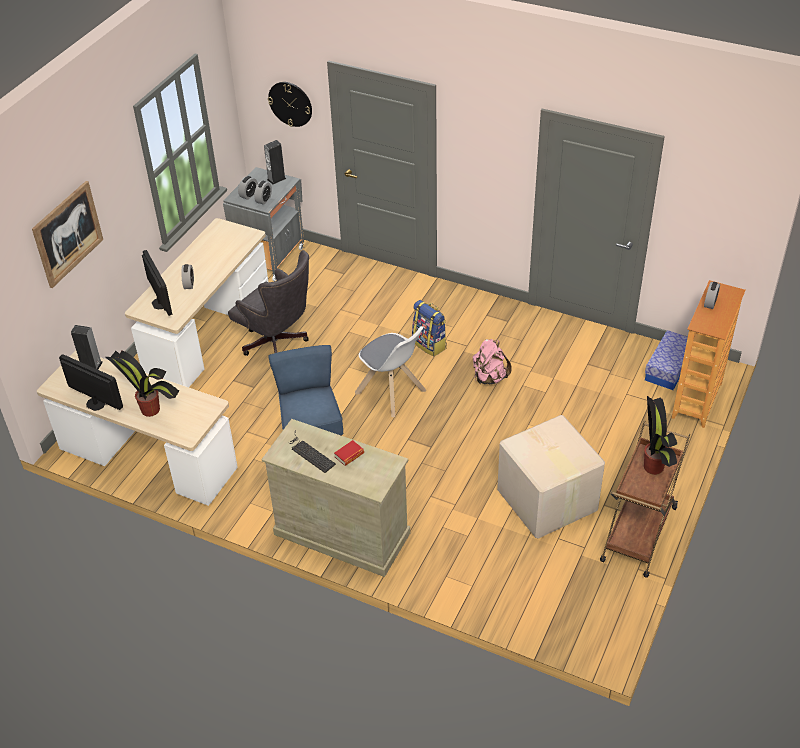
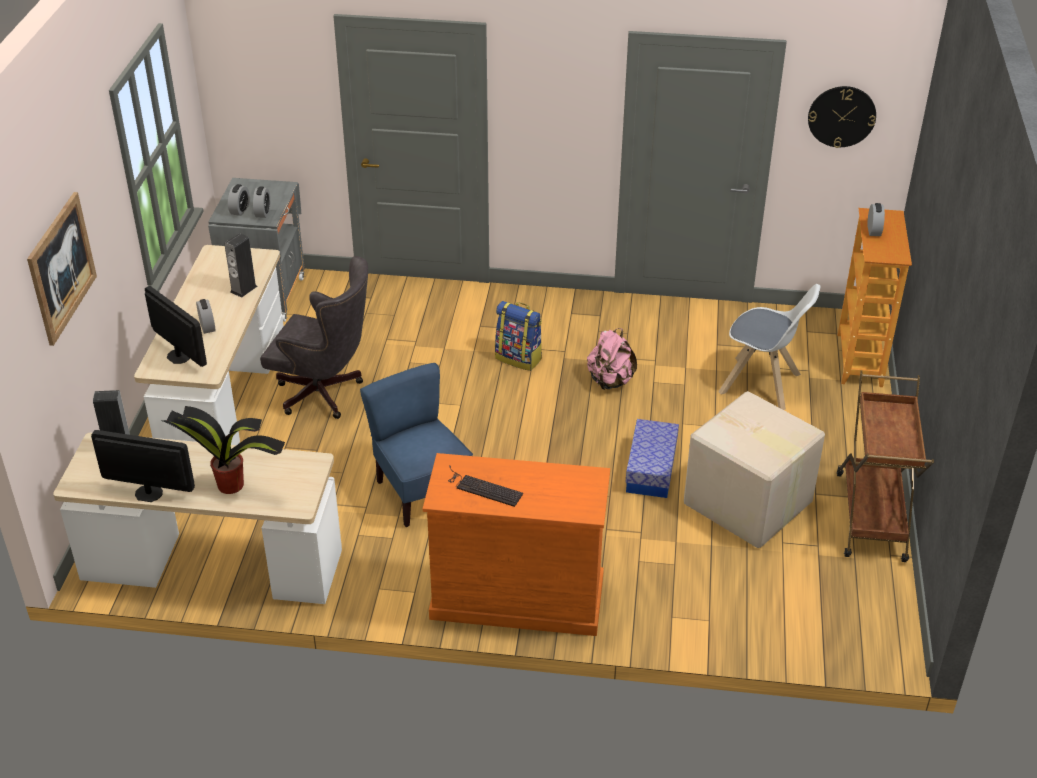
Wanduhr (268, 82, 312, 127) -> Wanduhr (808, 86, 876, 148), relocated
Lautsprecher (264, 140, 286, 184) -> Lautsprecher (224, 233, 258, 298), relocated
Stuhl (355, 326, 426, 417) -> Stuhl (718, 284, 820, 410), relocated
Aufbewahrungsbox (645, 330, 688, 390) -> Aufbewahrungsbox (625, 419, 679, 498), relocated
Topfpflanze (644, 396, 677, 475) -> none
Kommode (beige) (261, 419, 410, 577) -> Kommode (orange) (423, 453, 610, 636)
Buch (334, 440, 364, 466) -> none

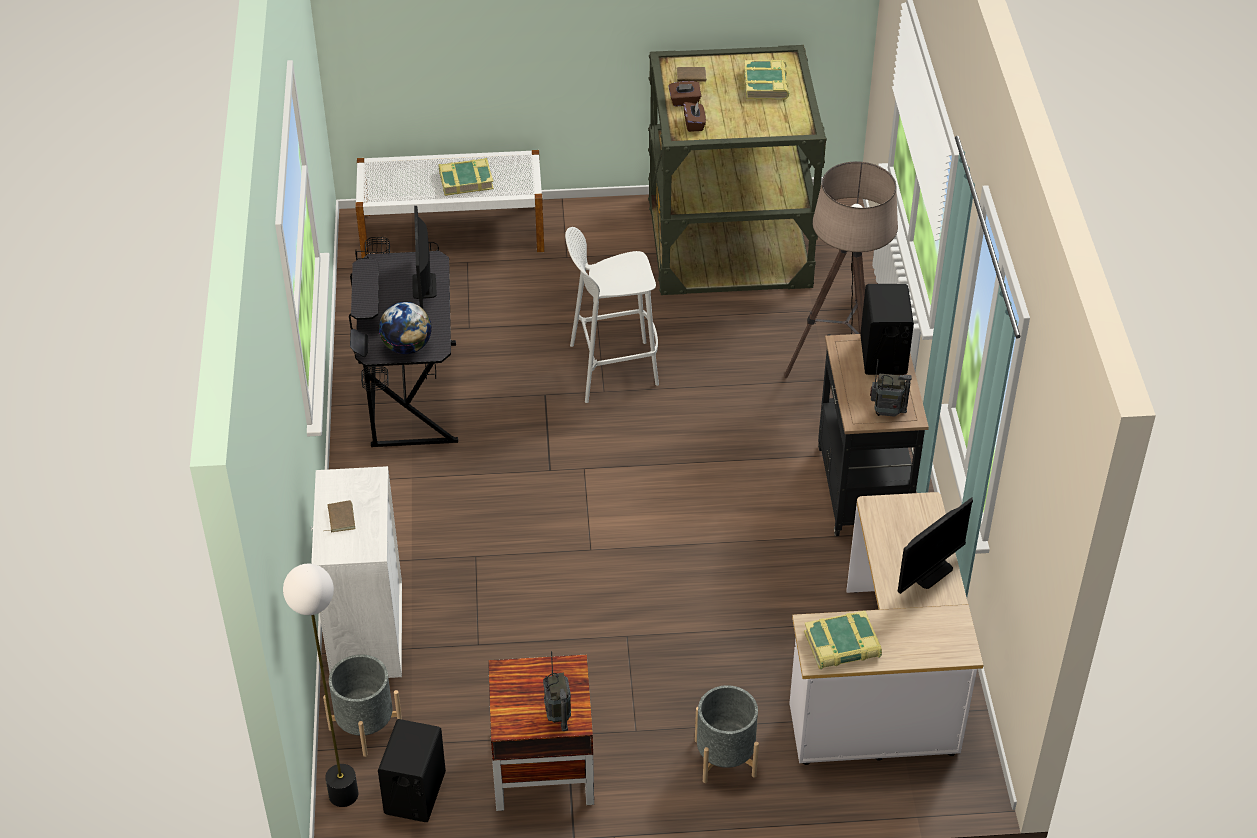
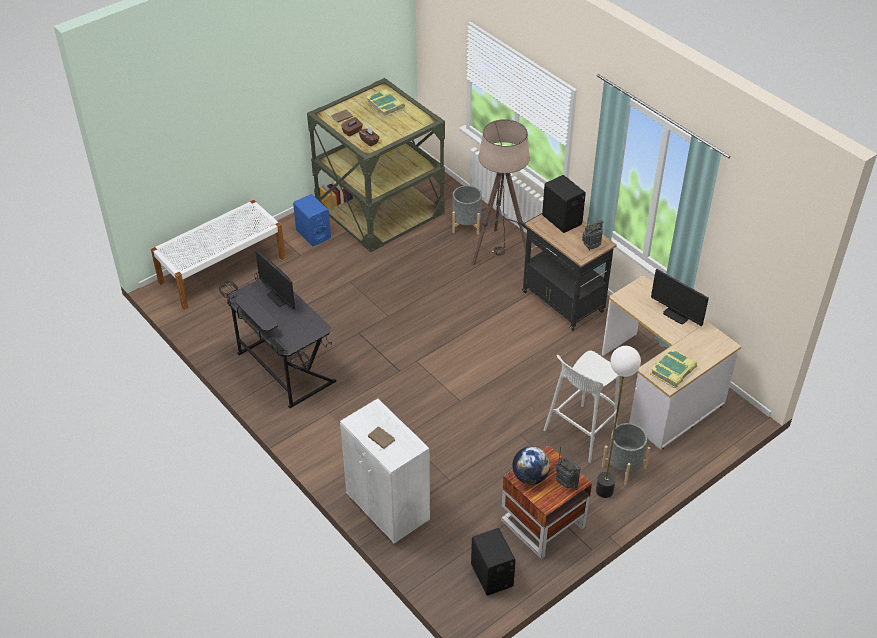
Buch (438, 158, 494, 196) -> none
Hocker (weiß) (565, 227, 659, 403) -> Hocker (weiß) (544, 351, 620, 463), relocated
Globus (379, 302, 432, 354) -> Globus (512, 447, 550, 485), relocated
Monitor (898, 497, 973, 594) -> Monitor (651, 269, 709, 326), 120 degrees clockwise
Stehlampe (283, 564, 358, 807) -> Stehlampe (596, 346, 641, 498), relocated
Pflanzkübel (grau) (323, 654, 402, 757) -> Pflanzkübel (grau) (452, 185, 482, 235), relocated
none -> Lautsprecher (blau) (293, 194, 331, 246)

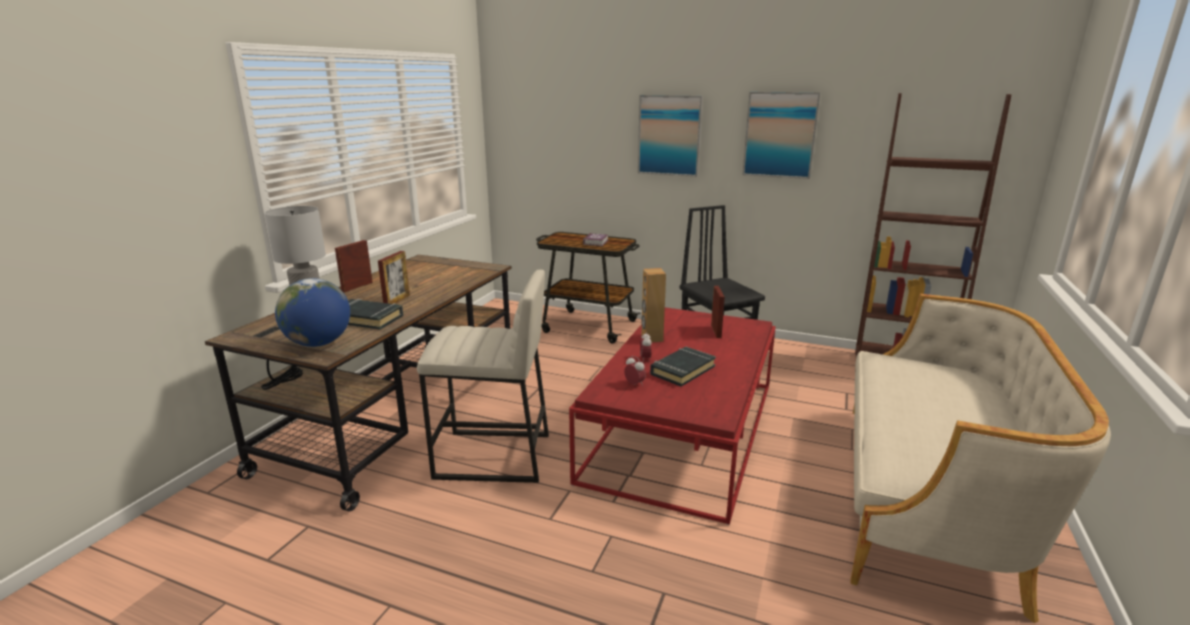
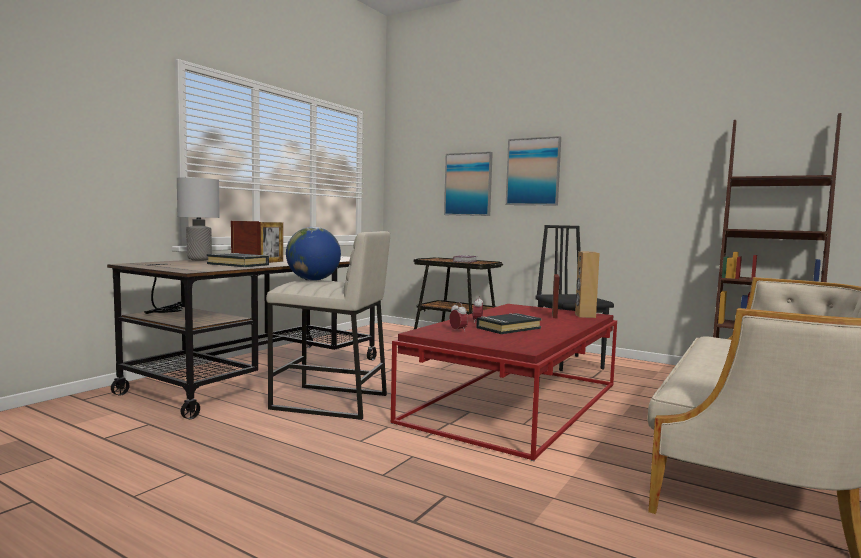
Bild (743, 92, 821, 179) -> Bild (444, 152, 493, 216), relocated
Lautsprecher (braun) (641, 268, 666, 342) -> Lautsprecher (braun) (575, 251, 600, 318), relocated
Globus (275, 278, 350, 347) -> Globus (286, 227, 341, 281), relocated

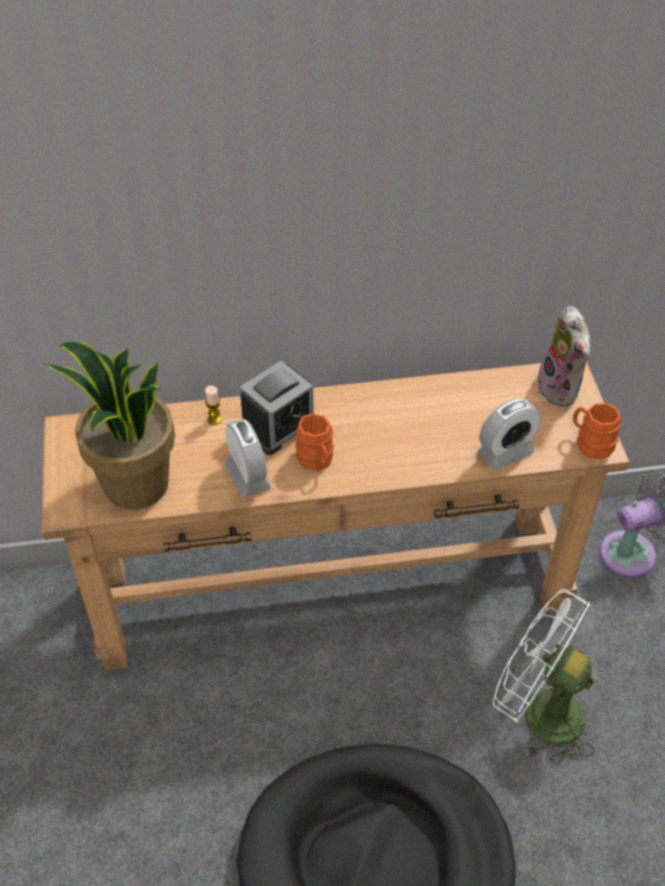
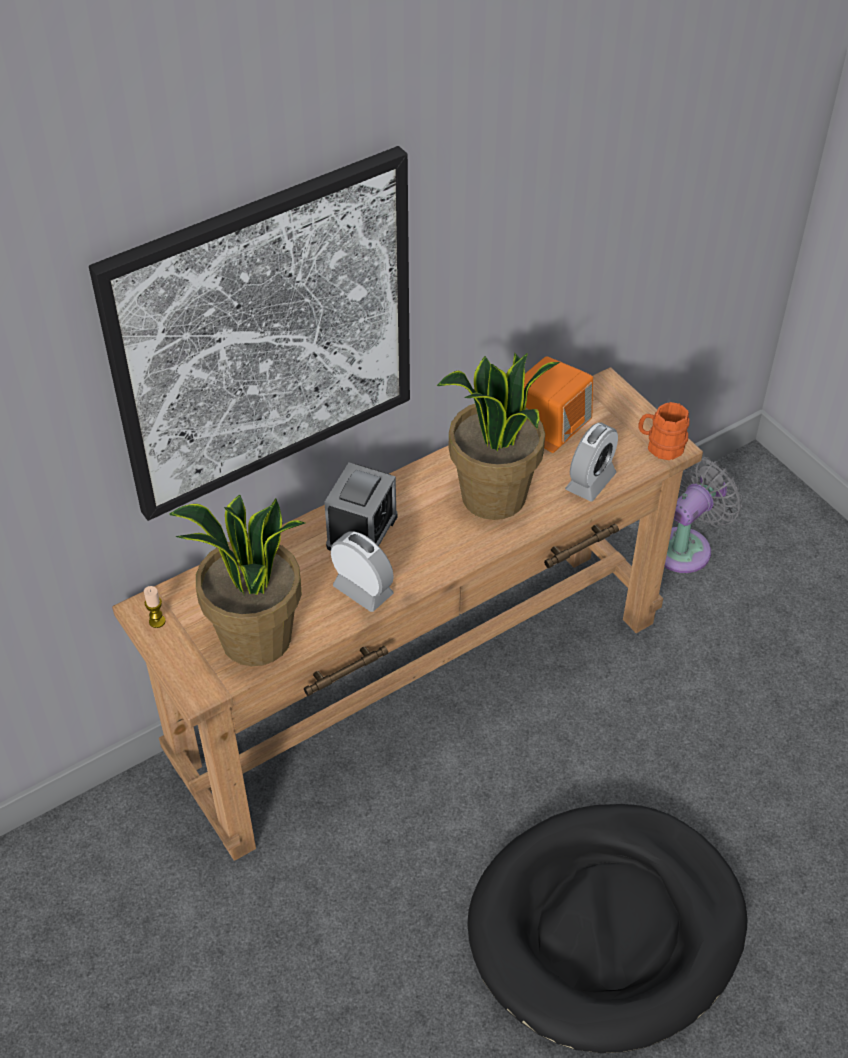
Plüschtier (538, 306, 591, 406) -> none
Kerze (205, 386, 222, 425) -> Kerze (144, 586, 166, 628), relocated
Henkelbecher (orange) (295, 413, 334, 471) -> none
Ventilator (weiß) (493, 589, 596, 765) -> none
none -> Bild (89, 146, 410, 521)
none -> Topfpflanze (437, 352, 560, 520)
none -> Lautsprecher (orange) (524, 356, 593, 453)

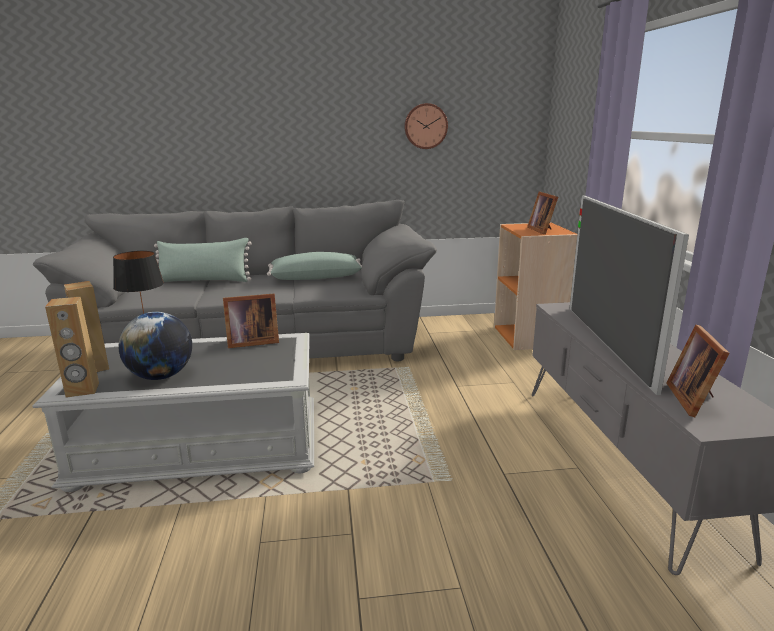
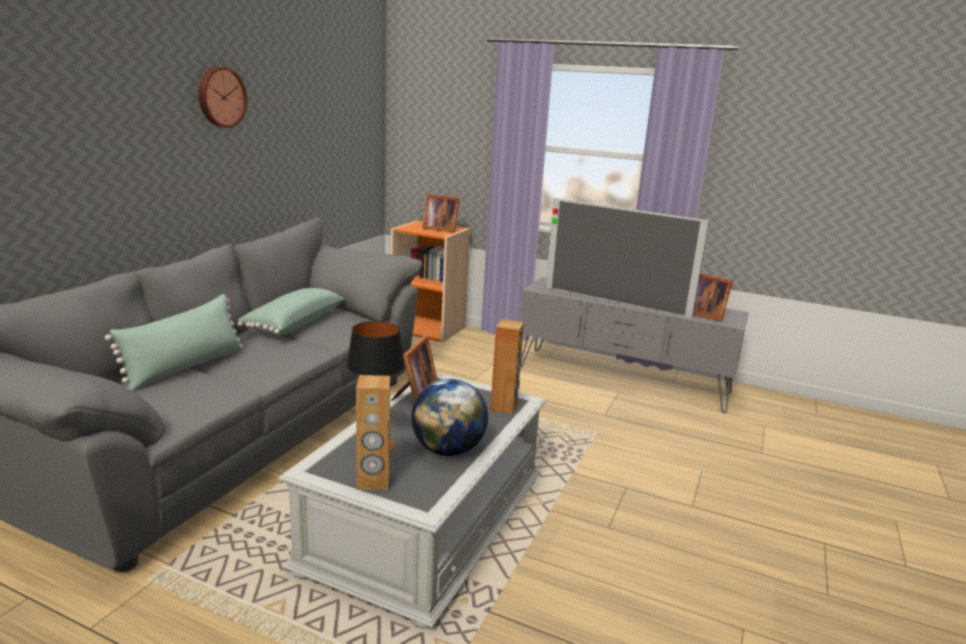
Wanduhr (404, 103, 448, 149) -> Wanduhr (199, 67, 247, 128), relocated
Lautsprecher (braun) (45, 297, 99, 398) -> Lautsprecher (braun) (490, 319, 524, 414), relocated

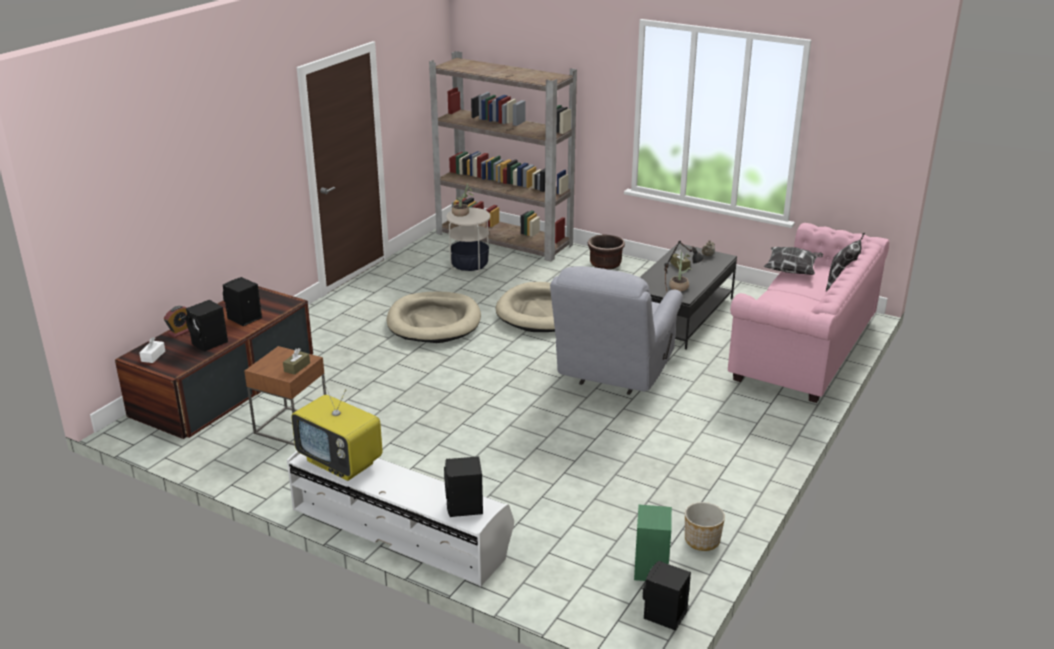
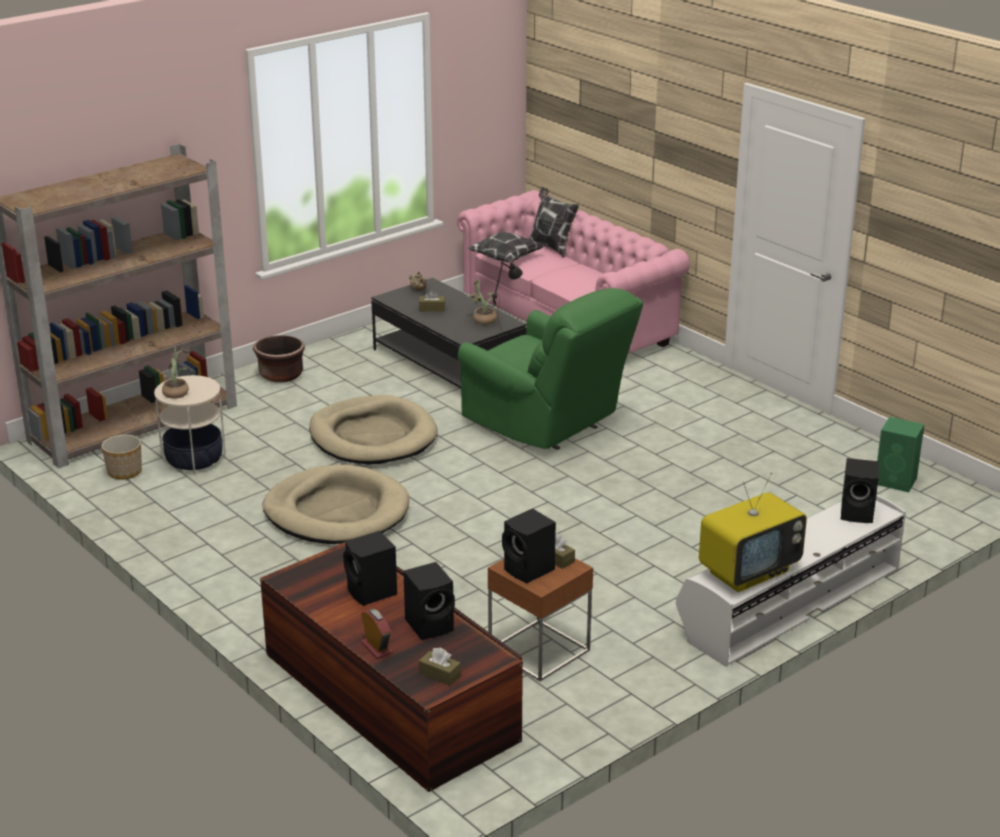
Sessel (grau) (550, 266, 683, 395) -> Sessel (grün) (458, 288, 643, 449)
Taschentuchbox (weiß) (139, 337, 165, 363) -> Taschentuchbox (braun) (419, 647, 461, 686)
Pflanzkübel (685, 502, 725, 551) -> Pflanzkübel (101, 435, 142, 480), relocated
Lautsprecher (schwarz) (643, 561, 691, 631) -> Lautsprecher (schwarz) (502, 509, 556, 583), relocated

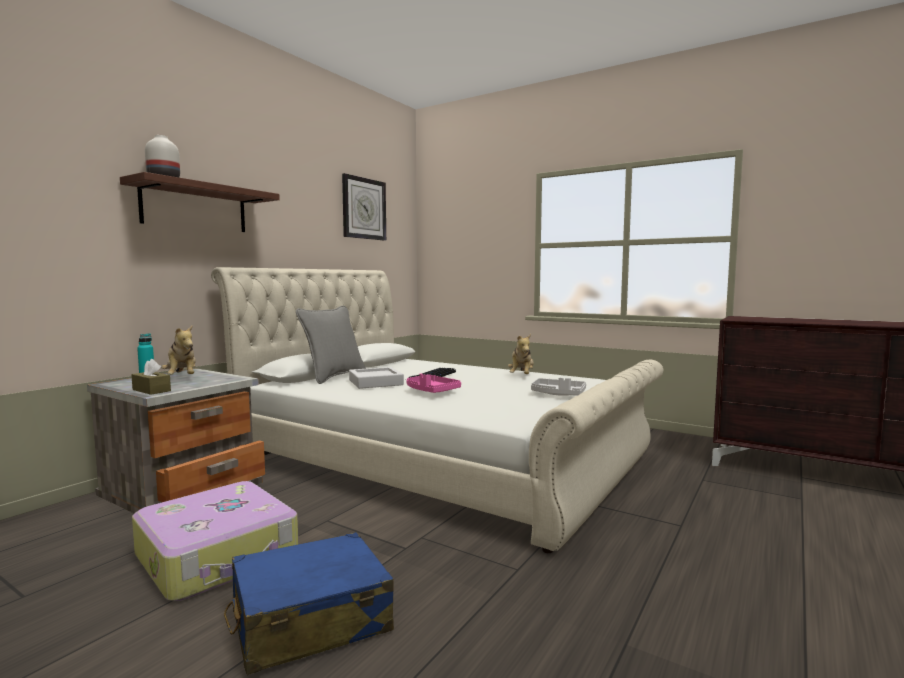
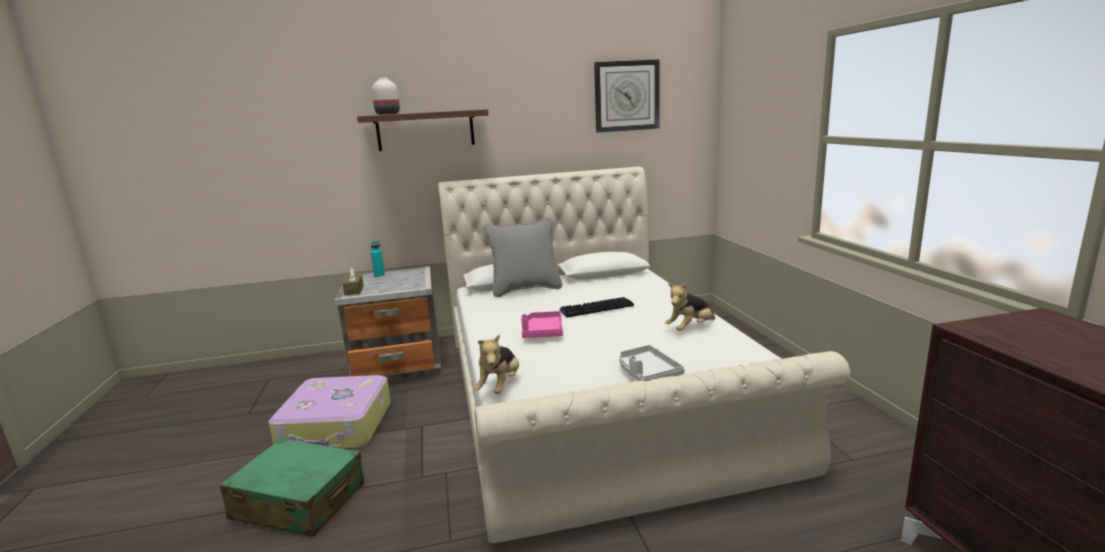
Plüschtier (161, 325, 196, 375) -> Plüschtier (474, 334, 519, 394), relocated
Tablett (grau) (349, 367, 404, 389) -> none
Koffer (blau) (224, 532, 394, 675) -> Koffer (grün) (220, 438, 364, 537)

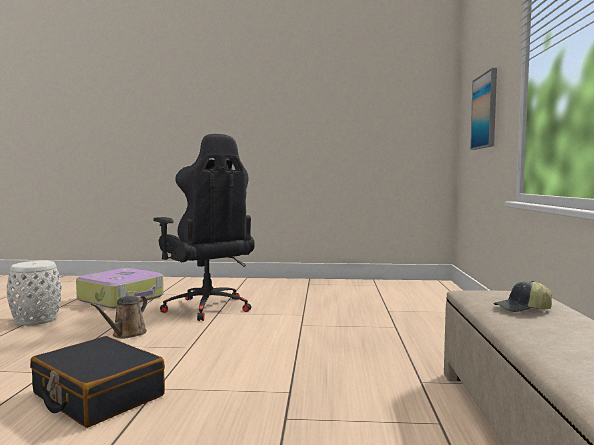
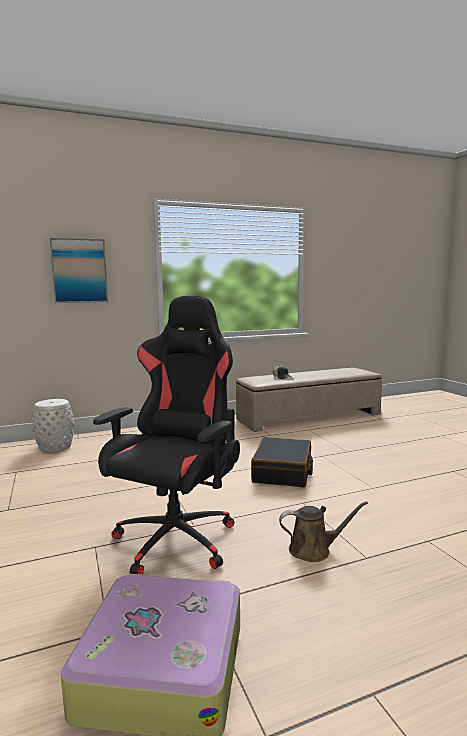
Hocker (weiß) (7, 261, 62, 325) -> Hocker (weiß) (32, 399, 74, 452), relocated
Koffer (schwarz) (30, 336, 165, 428) -> Koffer (schwarz) (251, 437, 313, 488), relocated

